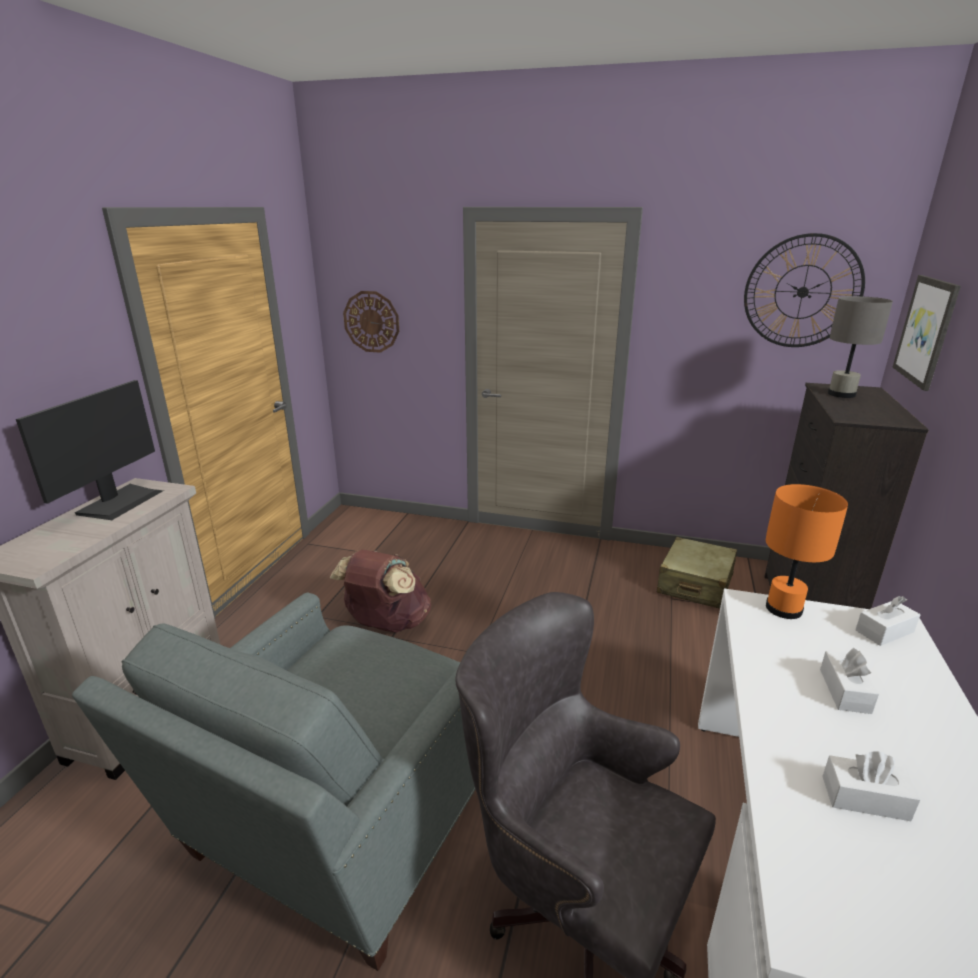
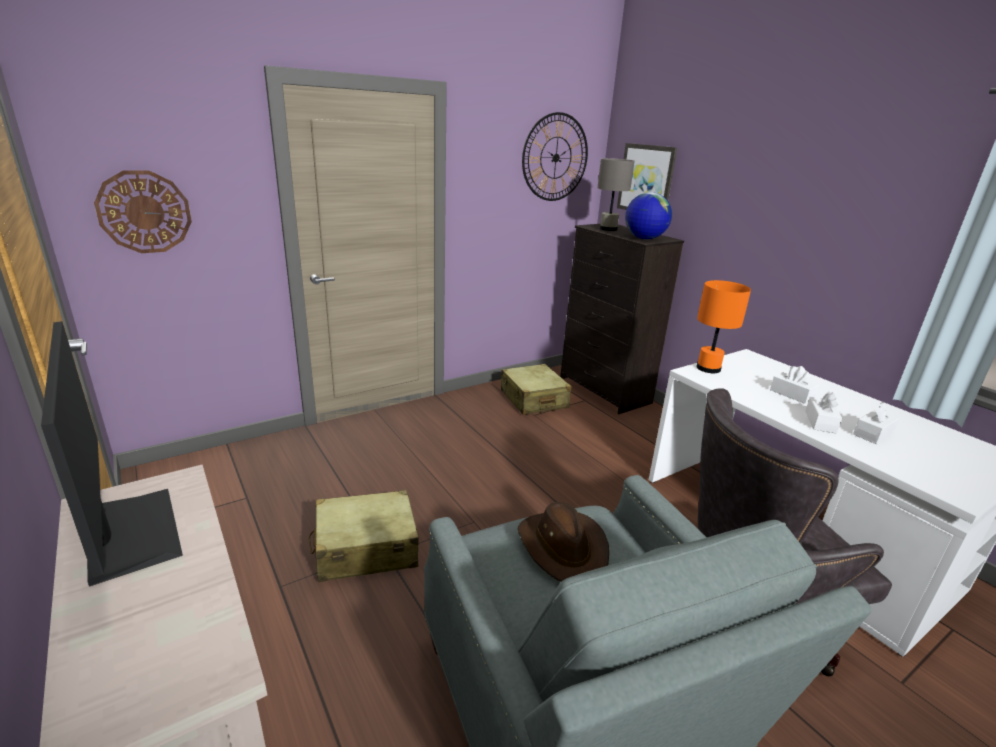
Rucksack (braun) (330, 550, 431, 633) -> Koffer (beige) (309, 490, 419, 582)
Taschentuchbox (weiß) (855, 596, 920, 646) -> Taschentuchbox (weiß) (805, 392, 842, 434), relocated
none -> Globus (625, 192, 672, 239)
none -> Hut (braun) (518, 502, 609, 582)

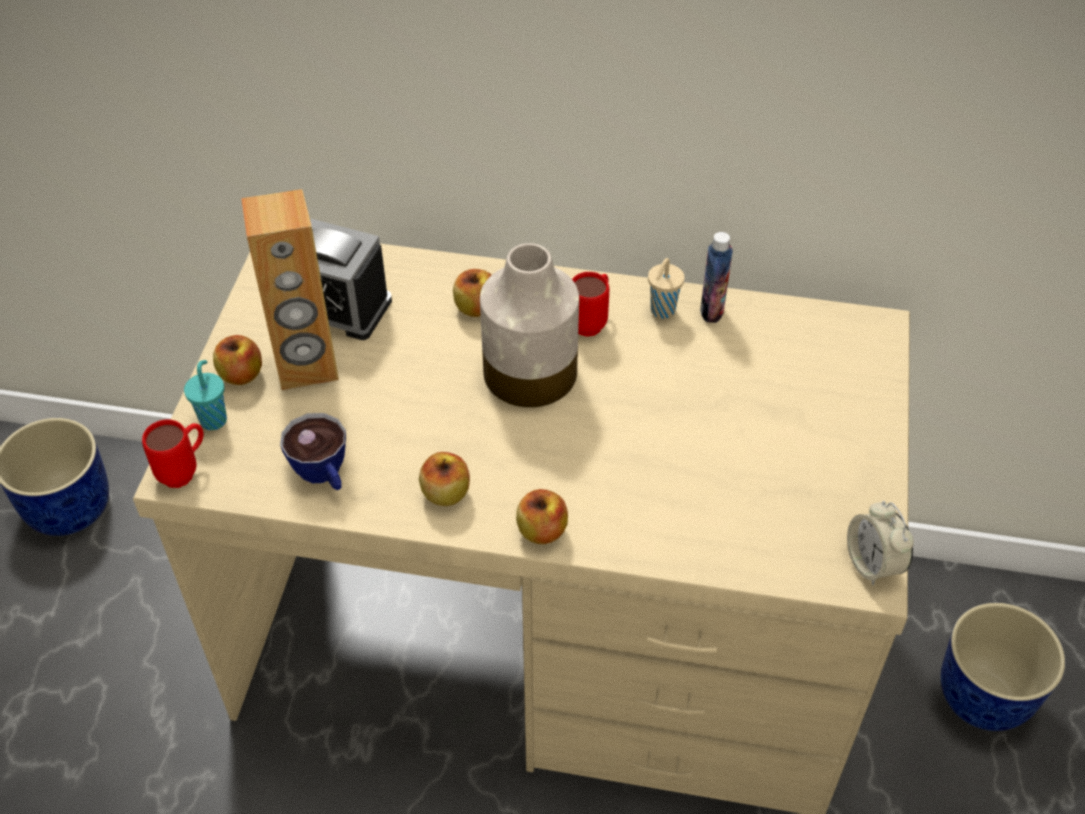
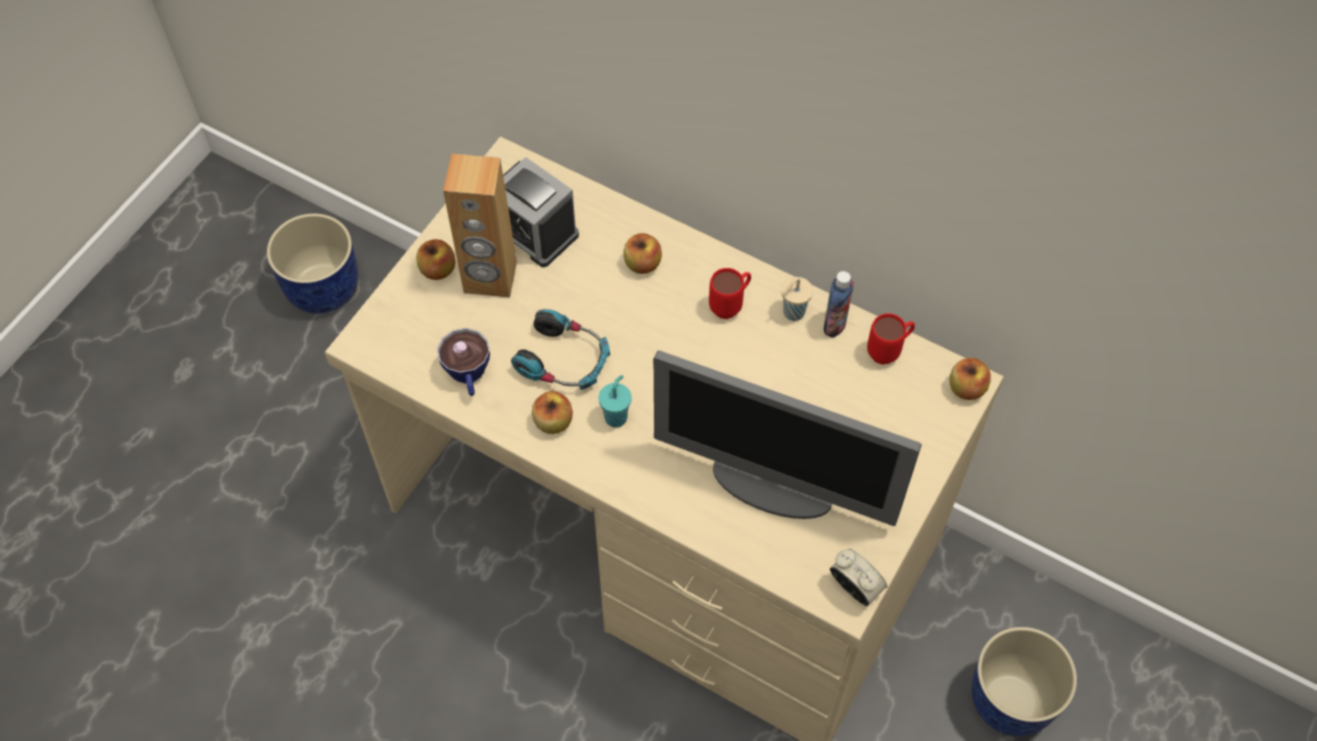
Vase (beige) (480, 243, 579, 407) -> none
Tasse (türkis) (184, 360, 227, 430) -> Tasse (türkis) (599, 375, 631, 427), relocated
Henkelbecher (rot) (142, 419, 204, 488) -> Henkelbecher (rot) (867, 313, 915, 365), relocated
Apfel (516, 489, 568, 544) -> Apfel (950, 358, 991, 400), relocated
Wecker (847, 501, 914, 586) -> Wecker (830, 549, 888, 606), 135 degrees clockwise
none -> Kopfhörer (511, 309, 610, 390)
none -> Monitor (653, 350, 922, 526)

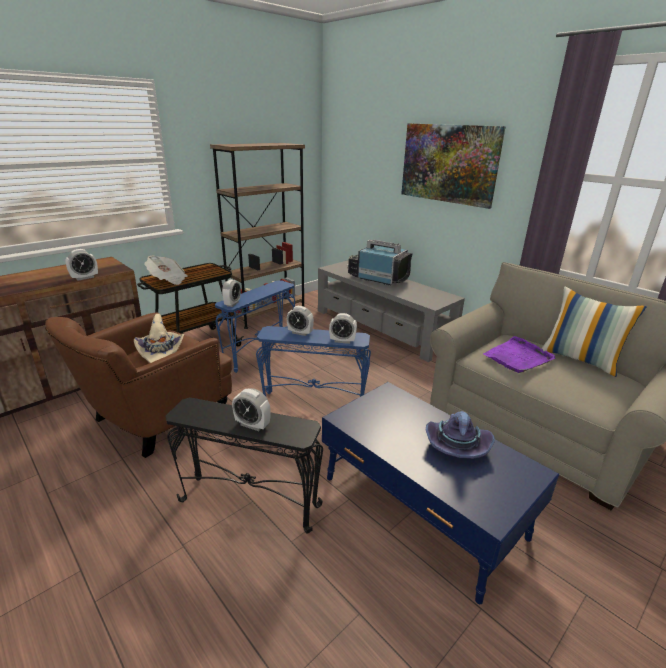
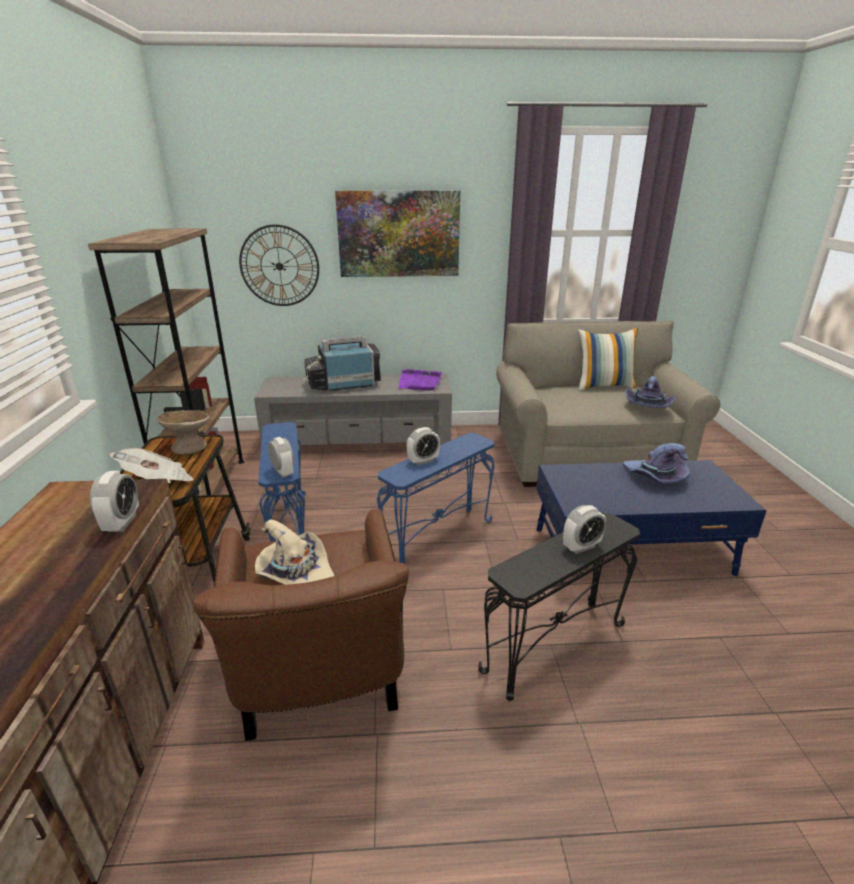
Wecker (329, 313, 357, 344) -> none
Tablett (lila) (483, 336, 555, 373) -> Tablett (lila) (399, 369, 442, 390), relocated
none -> Wanduhr (239, 224, 319, 306)
none -> Hut (lila) (625, 376, 676, 408)
none -> Schüssel (beige) (157, 410, 210, 455)

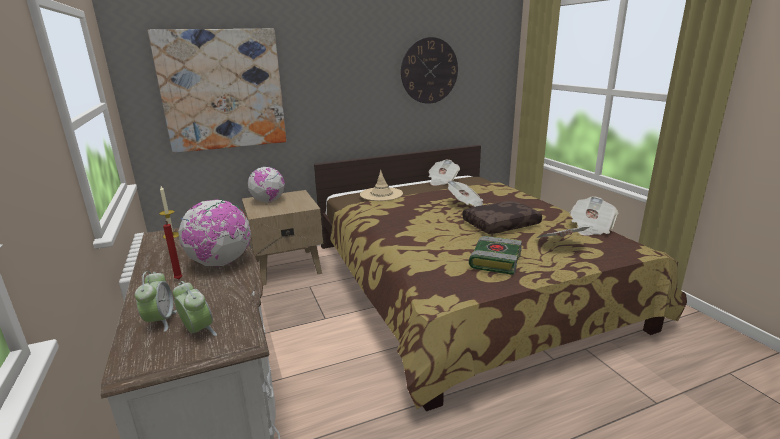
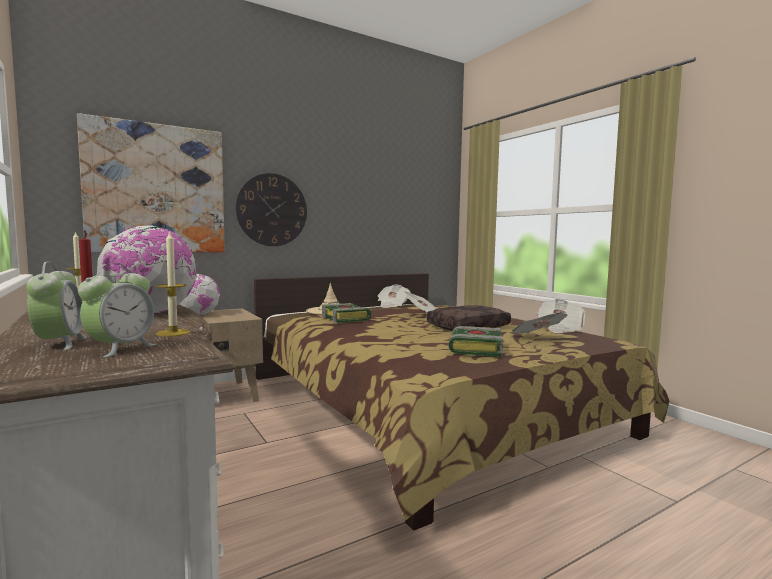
Wanduhr (401, 37, 458, 104) -> Wanduhr (235, 173, 307, 246), relocated
Wecker (173, 281, 217, 336) -> Wecker (78, 263, 157, 357), 75 degrees clockwise
none -> Kerze (156, 230, 191, 337)
none -> Buch (322, 303, 372, 323)

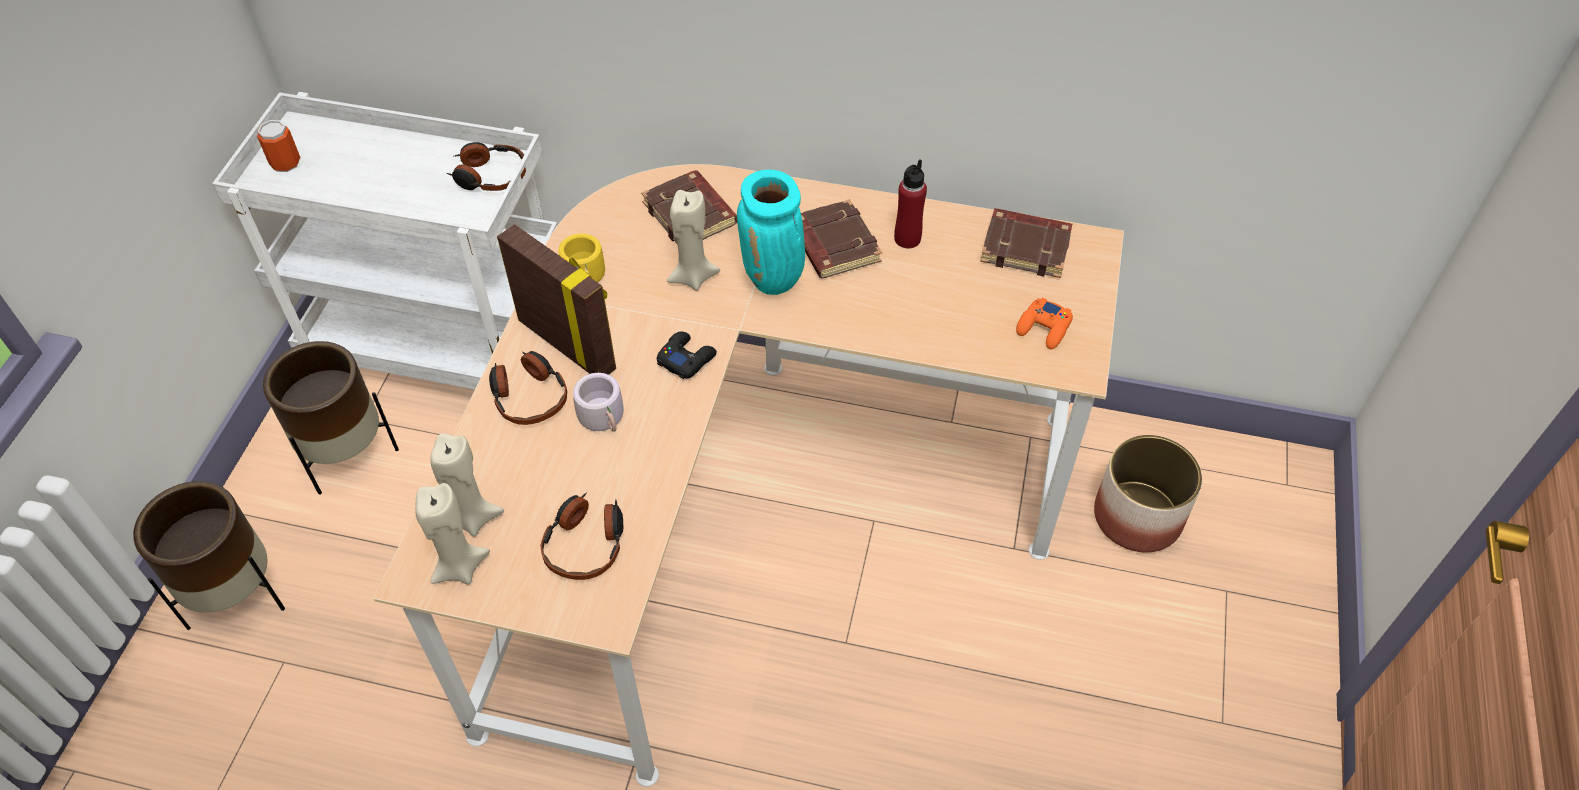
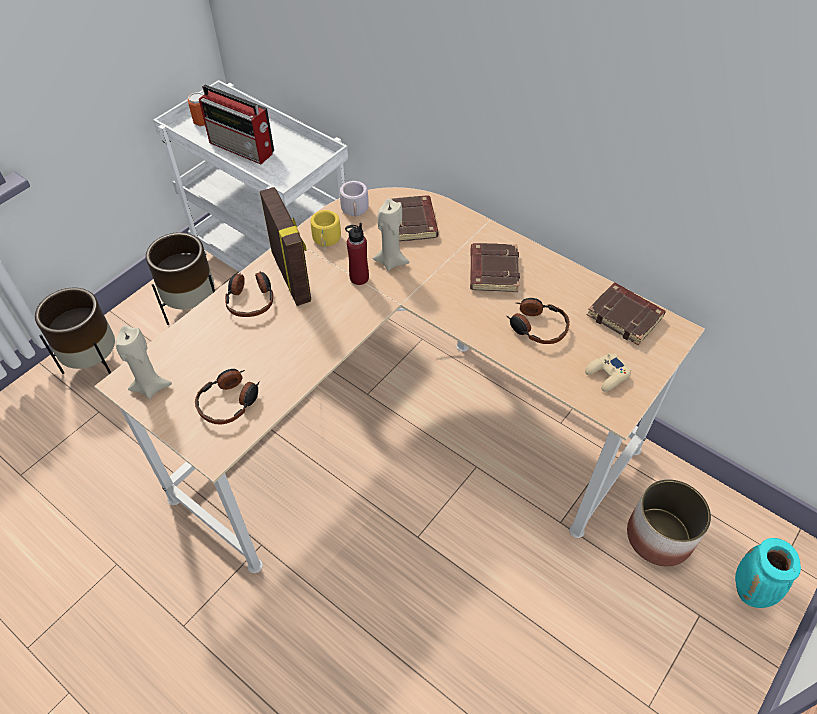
Kopfhörer (447, 142, 526, 191) -> Kopfhörer (507, 298, 570, 344), relocated
Flasche (rot) (894, 159, 927, 248) -> Flasche (rot) (345, 223, 369, 285), relocated
Vase (türkis) (737, 170, 805, 295) -> Vase (türkis) (735, 538, 801, 608), relocated
Gamepad (orange) (1016, 297, 1073, 349) -> Gamepad (beige) (585, 353, 632, 392)
Gamepad (schwarz) (657, 331, 717, 379) -> none
Henkelbecher (grau) (573, 373, 624, 432) -> Henkelbecher (grau) (340, 181, 369, 217), relocated
Kerze (beige) (430, 433, 504, 537) -> none
none -> Radio (199, 85, 274, 164)

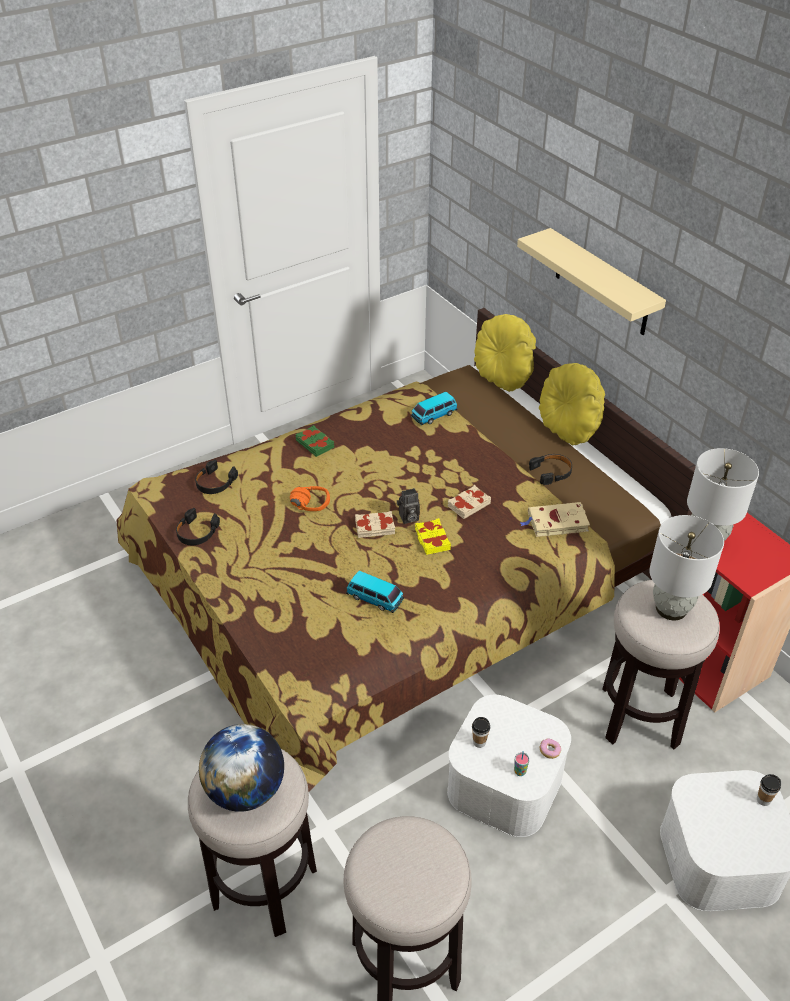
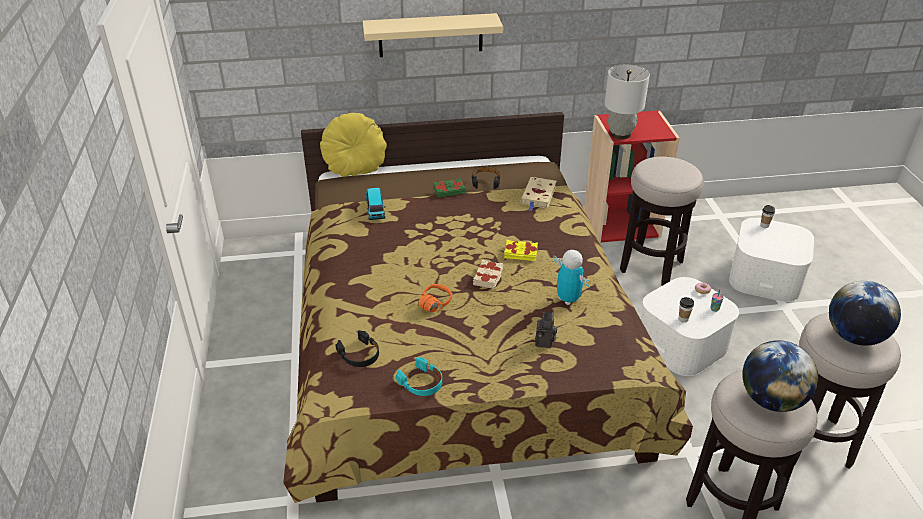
Kissen (gelb) (539, 363, 605, 445) -> none
Buch (grün) (296, 425, 334, 457) -> Buch (grün) (433, 178, 465, 198), relocated
Buch (beige) (448, 485, 491, 519) -> none
Kamera (397, 488, 420, 524) -> Kamera (535, 312, 557, 348), relocated
Kopfhörer (schwarz) (176, 508, 220, 545) -> Kopfhörer (türkis) (396, 357, 442, 396)
Tischlampe (weiß) (649, 515, 724, 620) -> none
Spielzeugauto (346, 571, 404, 613) -> Spielzeugroboter (553, 250, 590, 305)
none -> Globus (829, 281, 901, 346)

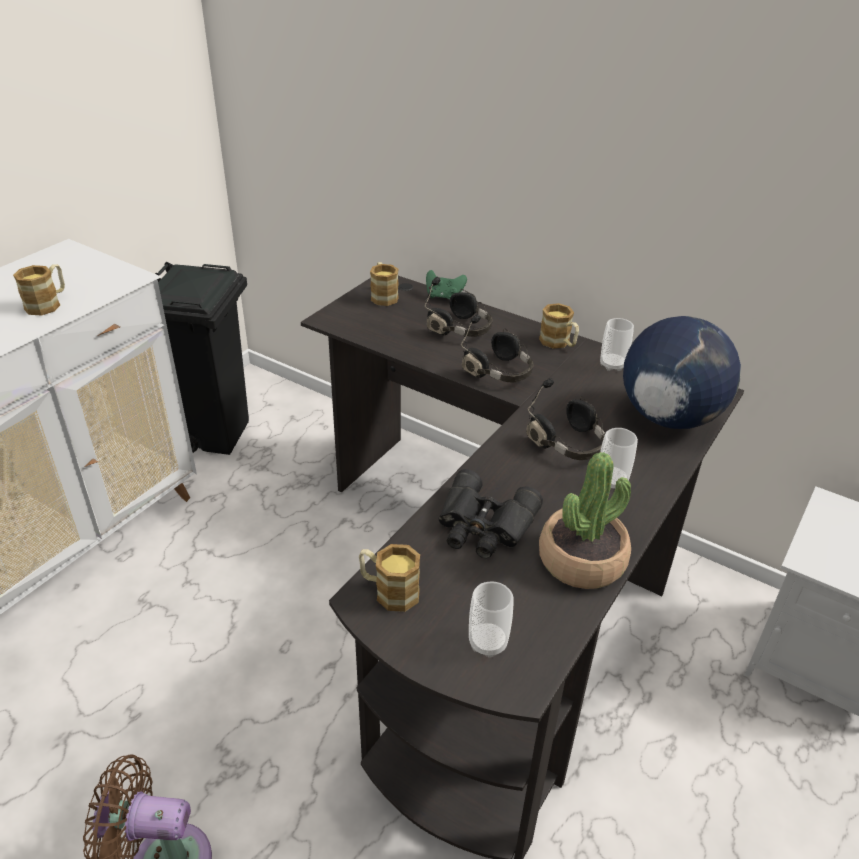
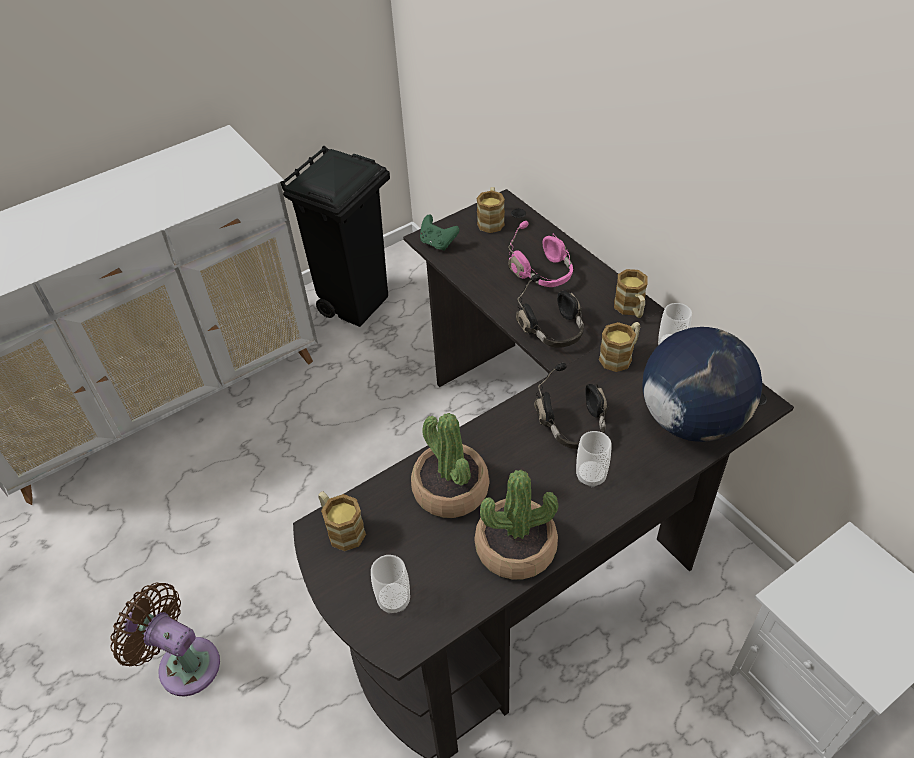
Henkelbecher (13, 264, 65, 316) -> Henkelbecher (599, 322, 640, 372), relocated
Gamepad (grün) (426, 270, 467, 300) -> Gamepad (grün) (420, 214, 460, 251), relocated
Kopfhörer (schwarz) (424, 277, 493, 337) -> Kopfhörer (rosa) (508, 221, 573, 287)
Fernglas (schwarz) (439, 469, 543, 559) -> Topfpflanze (411, 413, 489, 518)

